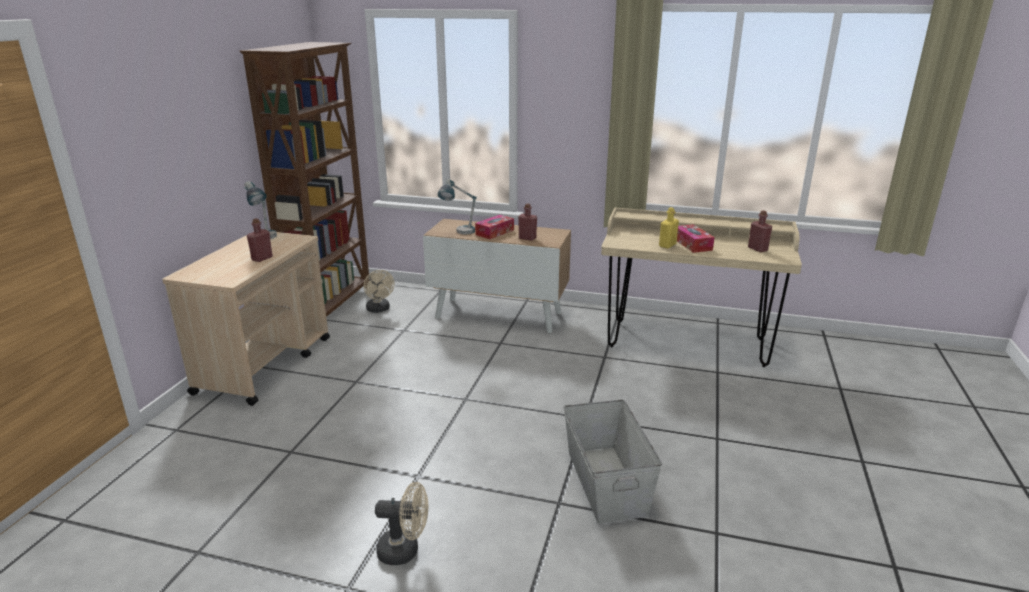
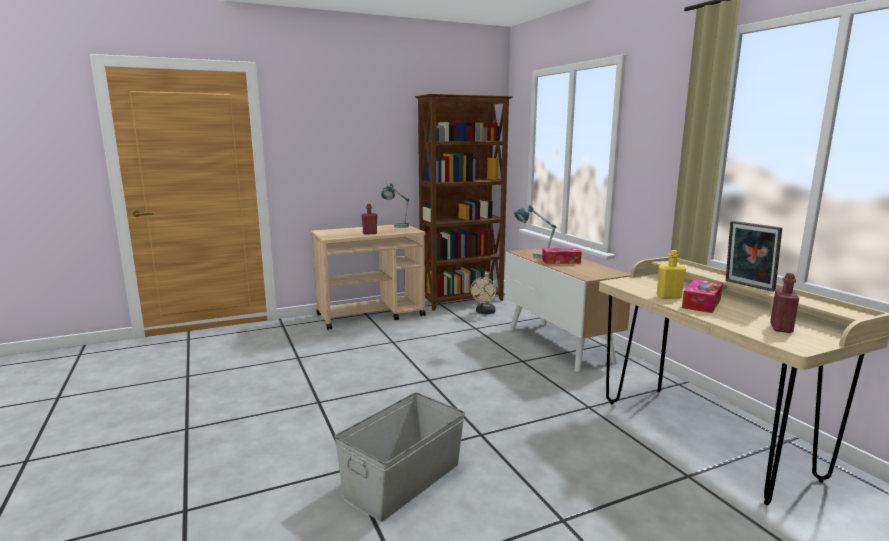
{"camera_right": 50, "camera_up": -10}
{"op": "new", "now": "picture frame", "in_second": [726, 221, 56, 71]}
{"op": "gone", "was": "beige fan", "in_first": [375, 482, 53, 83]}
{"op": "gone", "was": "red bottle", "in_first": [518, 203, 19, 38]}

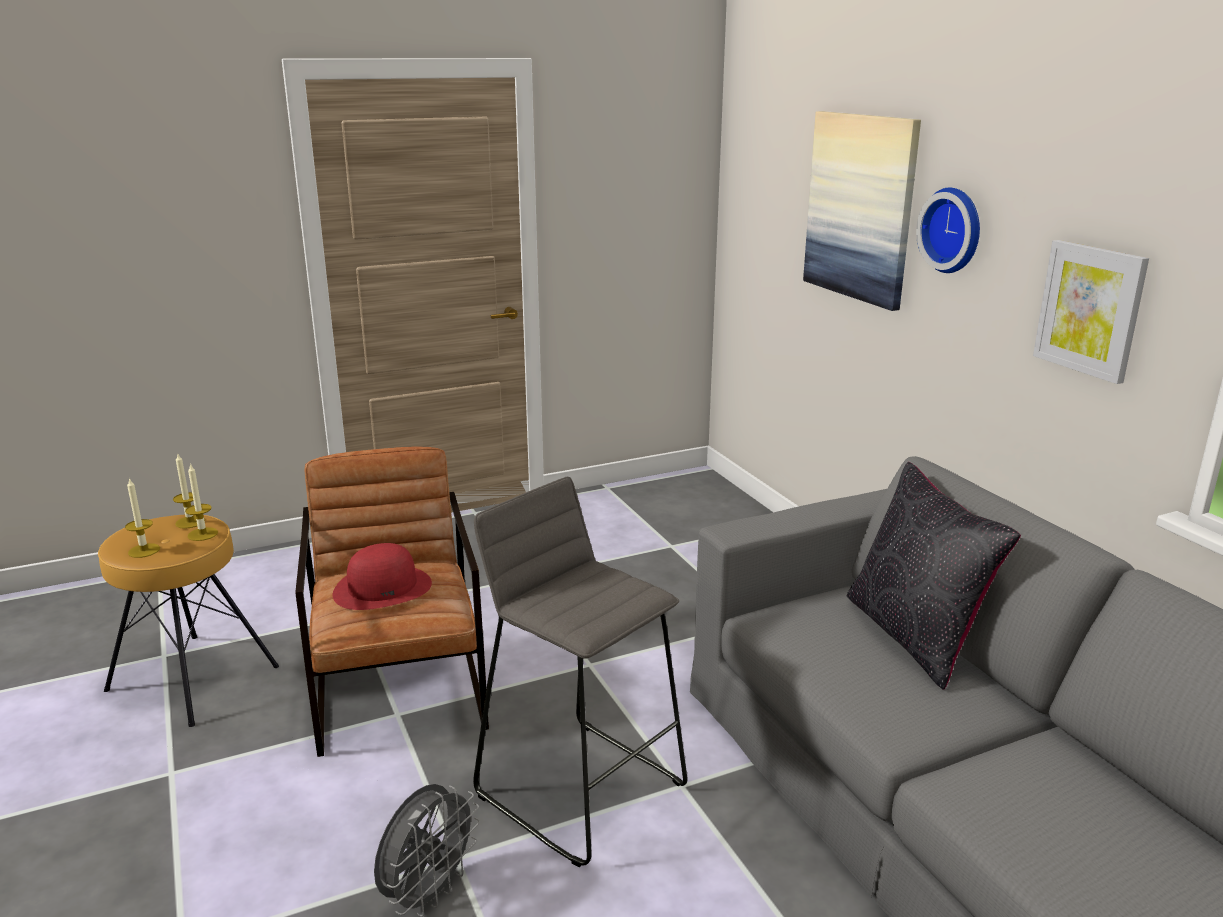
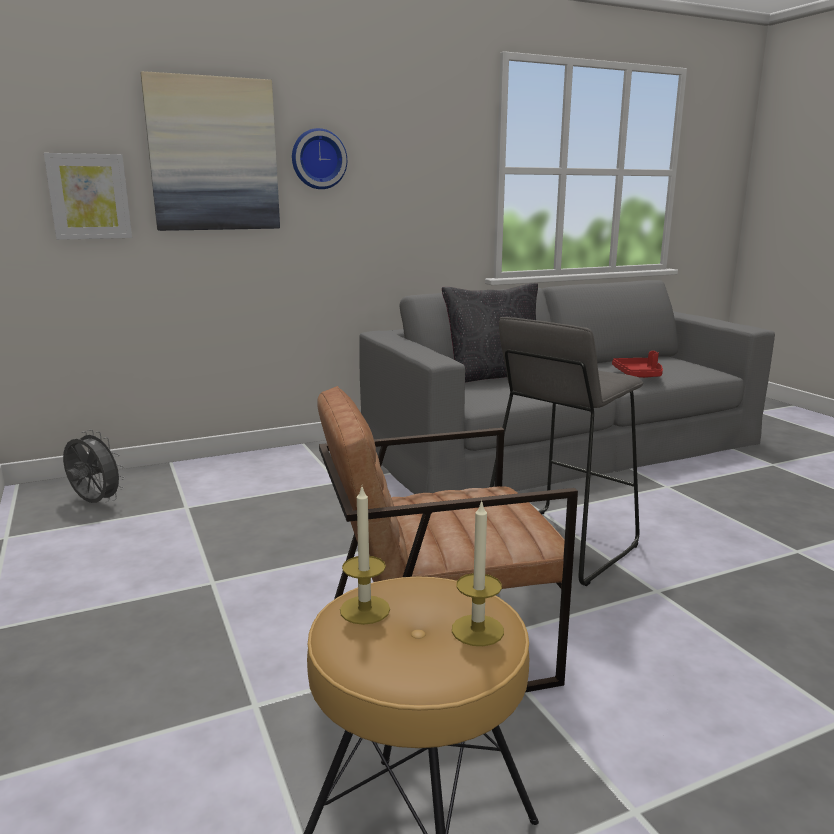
{"camera_right": -90, "camera_up": -5}
{"op": "shifted", "was": "picture", "in_first": [1033, 240, 116, 144], "in_second": [44, 153, 88, 87]}
{"op": "shifted", "was": "grey fan", "in_first": [374, 784, 106, 133], "in_second": [63, 429, 62, 74]}
{"op": "new", "now": "red tray", "in_second": [612, 351, 51, 27]}
{"op": "gone", "was": "candle", "in_first": [185, 463, 33, 78]}
{"op": "gone", "was": "red hat", "in_first": [333, 543, 99, 67]}

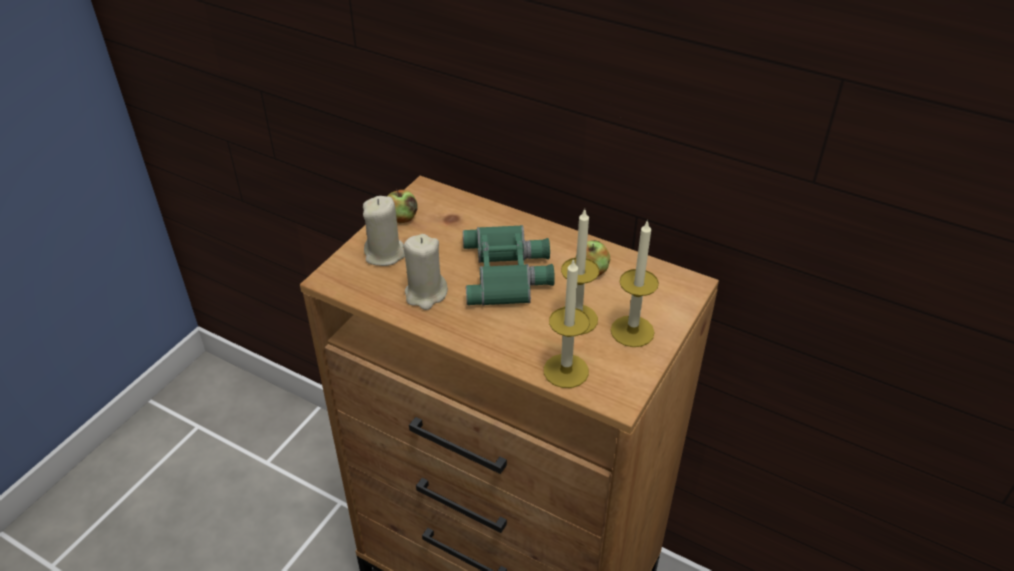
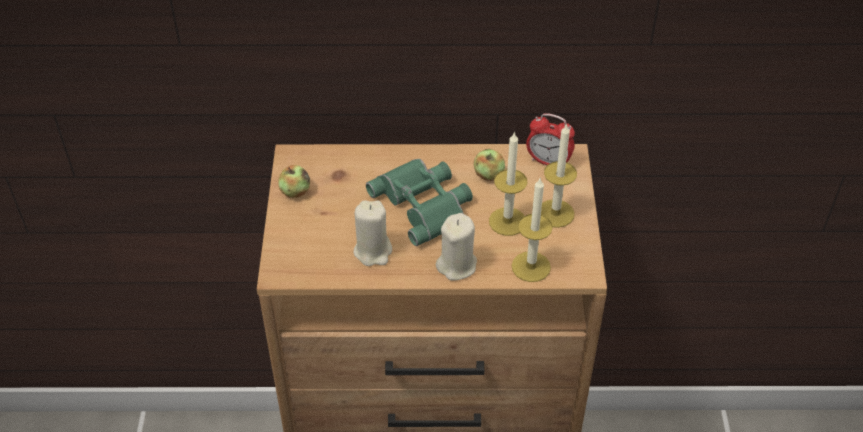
{"camera_right": -30, "camera_up": 5}
{"op": "shifted", "was": "beige candle", "in_first": [363, 196, 42, 70], "in_second": [436, 213, 41, 68]}
{"op": "new", "now": "alarm clock", "in_second": [526, 113, 49, 52]}

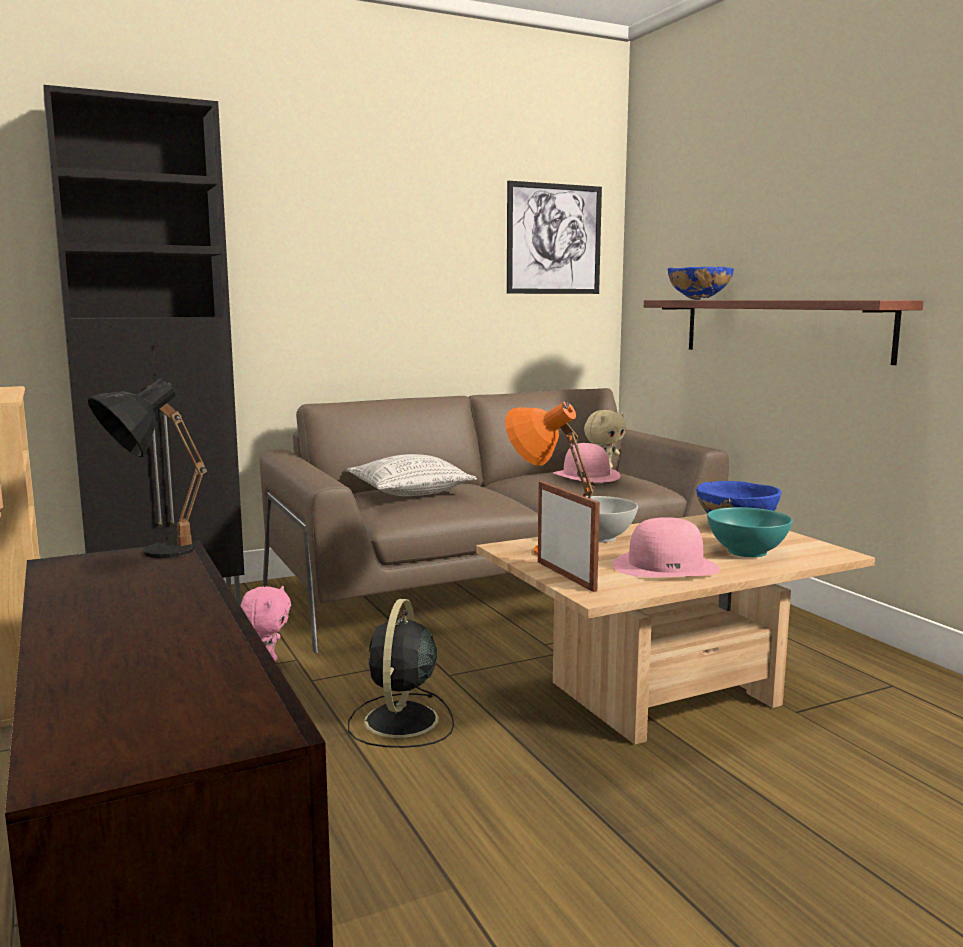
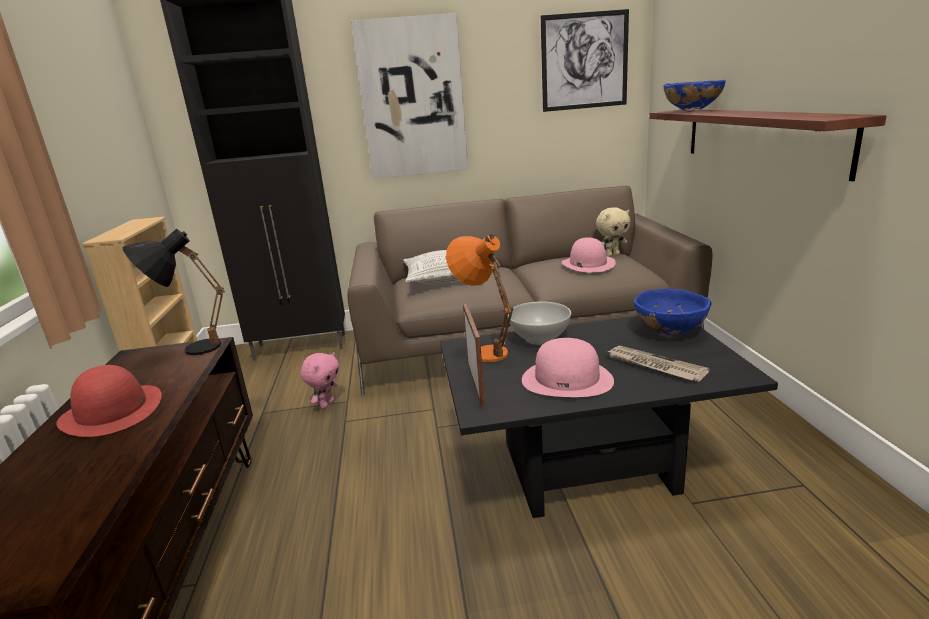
{"camera_right": 20, "camera_up": 10}
{"op": "new", "now": "red hat", "in_second": [56, 365, 106, 72]}
{"op": "new", "now": "picture", "in_second": [351, 13, 117, 166]}
{"op": "repainted", "was": "beige coffee table", "now": "black coffee table", "in_first": [476, 514, 399, 231], "in_second": [440, 312, 338, 206]}
{"op": "swapped", "was": "turquoise bowl", "now": "newspaper", "in_first": [707, 507, 86, 50], "in_second": [607, 346, 102, 36]}
{"op": "gone", "was": "black fan", "in_first": [348, 599, 106, 149]}

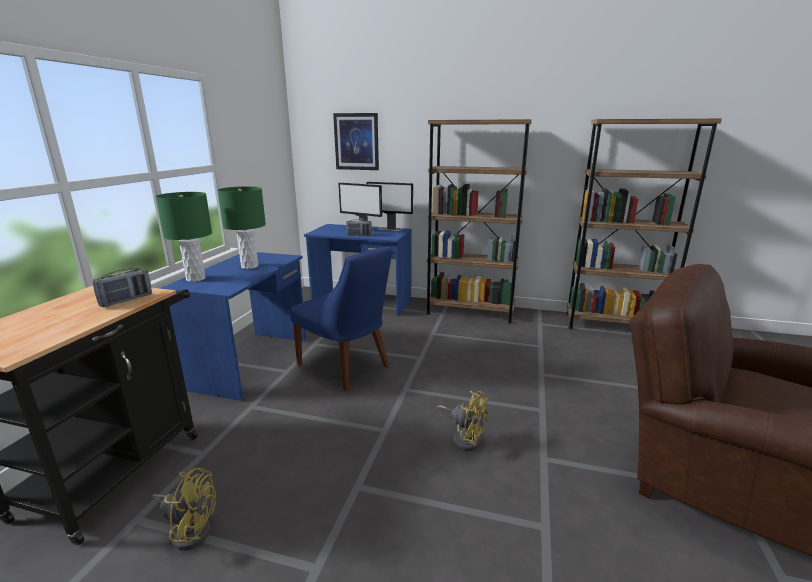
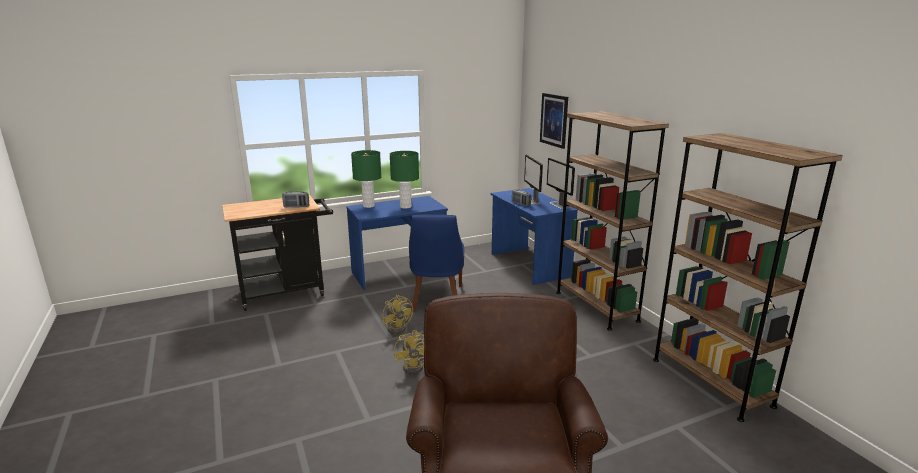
{"camera_right": 50, "camera_up": 0}
{"op": "shifted", "was": "yellow fan", "in_first": [152, 468, 64, 83], "in_second": [383, 295, 30, 39]}

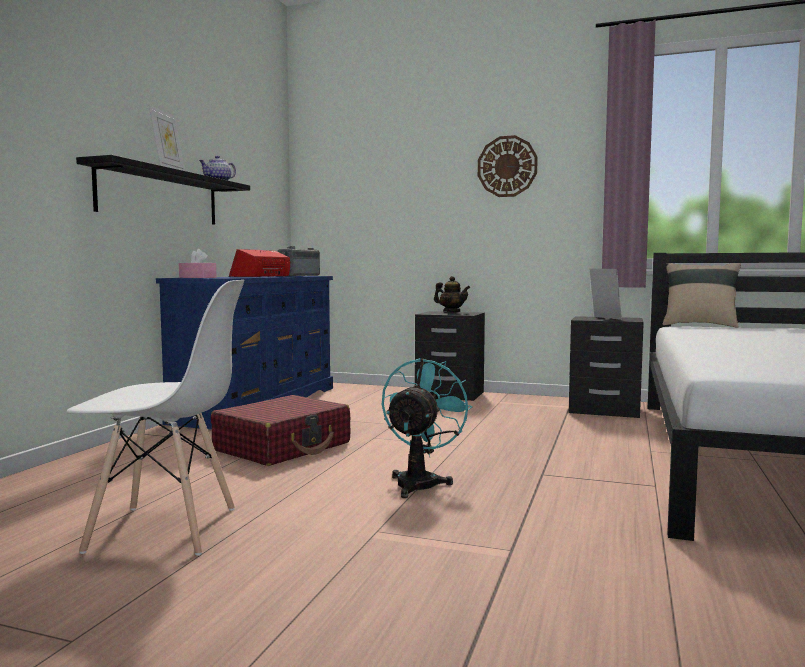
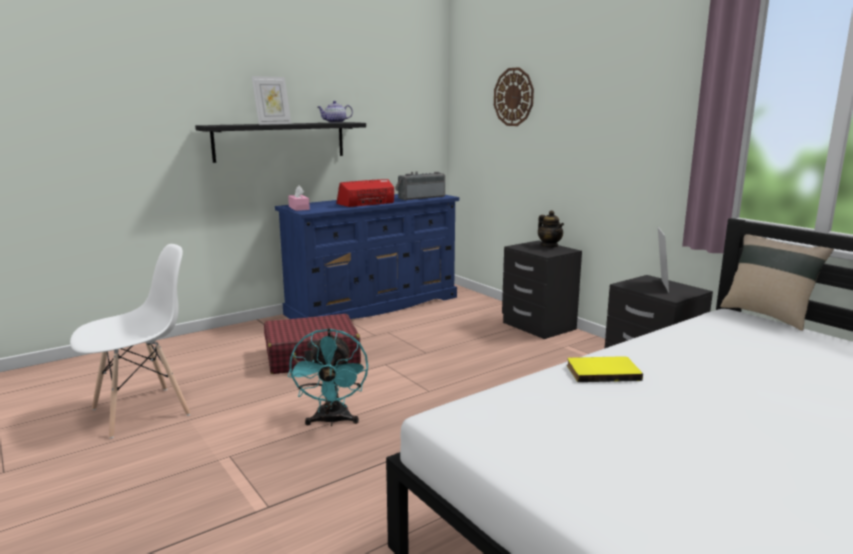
{"camera_right": 35, "camera_up": 10}
{"op": "rotated", "was": "white chair", "in_first": [66, 280, 178, 276], "in_second": [70, 244, 120, 195], "clockwise": -75}
{"op": "rotated", "was": "turquoise fan", "in_first": [382, 358, 90, 140], "in_second": [288, 328, 80, 98], "clockwise": 120}
{"op": "shifted", "was": "wall clock", "in_first": [478, 135, 60, 62], "in_second": [494, 67, 40, 59]}
{"op": "new", "now": "yellow book", "in_second": [567, 356, 76, 26]}

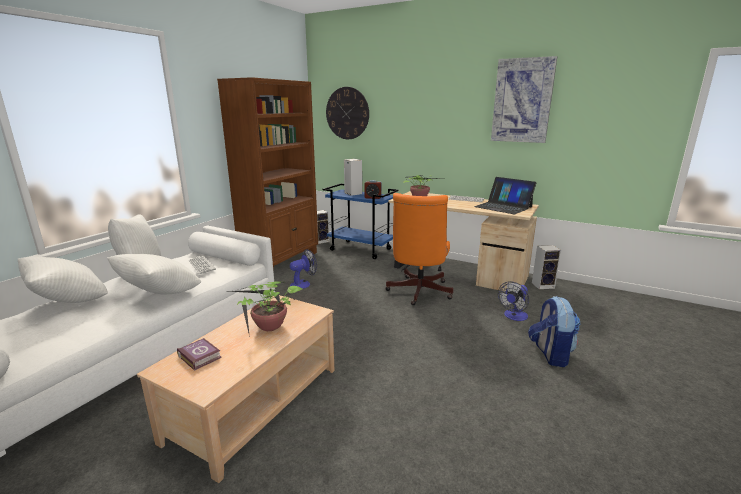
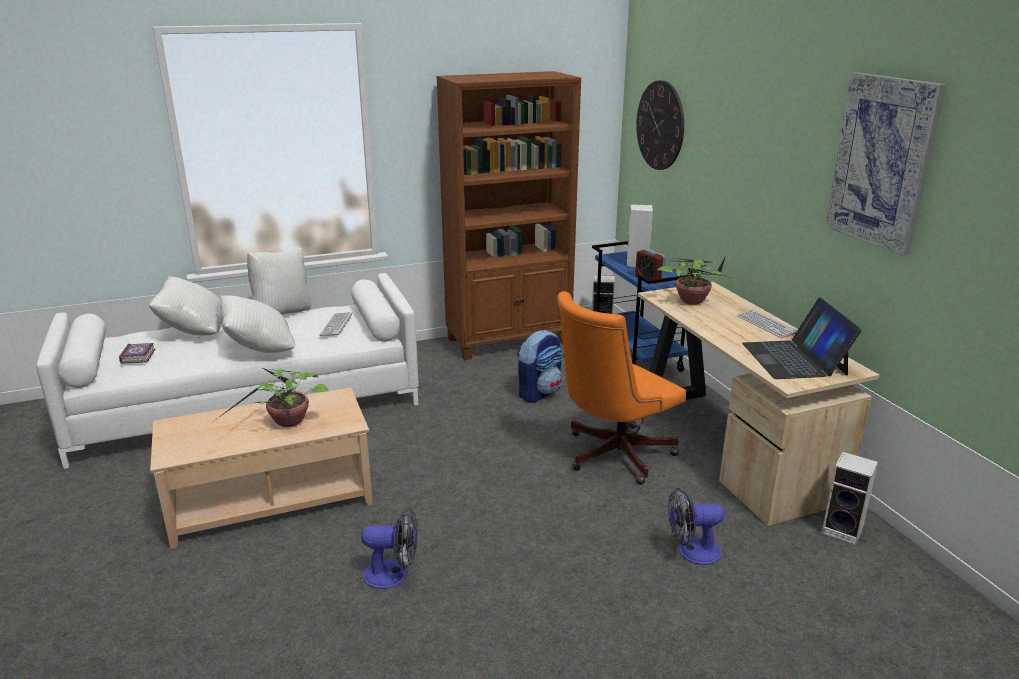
{"camera_right": 40, "camera_up": 5}
{"op": "shifted", "was": "book", "in_first": [177, 338, 45, 33], "in_second": [119, 343, 36, 21]}
{"op": "shifted", "was": "fan", "in_first": [290, 249, 27, 40], "in_second": [361, 508, 57, 81]}
{"op": "shifted", "was": "backpack", "in_first": [528, 296, 53, 71], "in_second": [517, 330, 46, 72]}

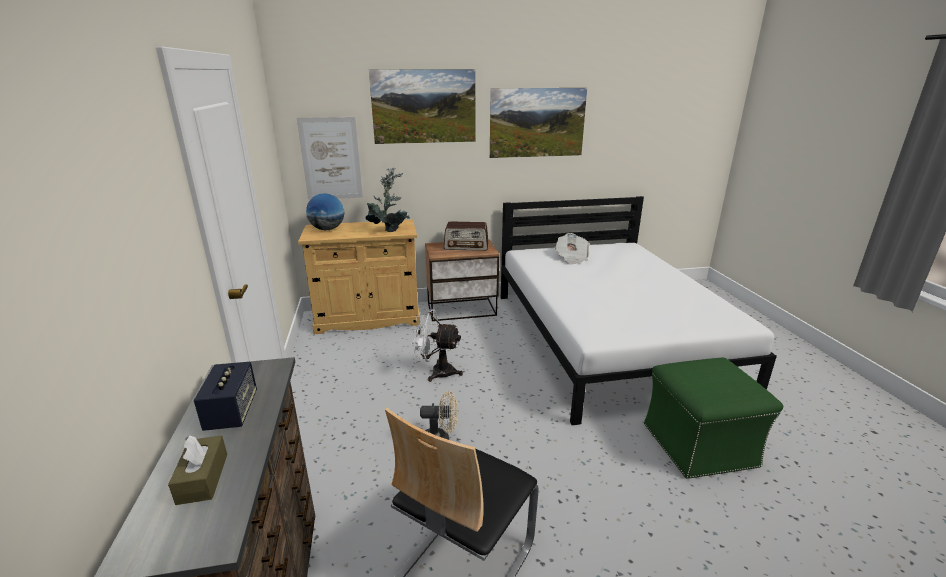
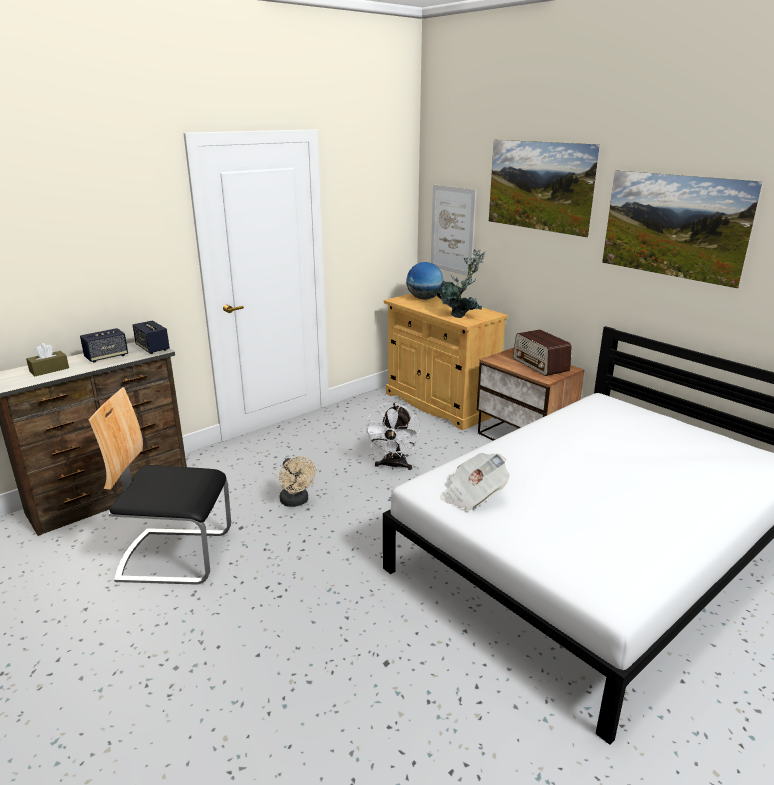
{"camera_right": 60, "camera_up": 0}
{"op": "new", "now": "speaker", "in_second": [133, 320, 37, 34]}
{"op": "rotated", "was": "white fan", "in_first": [411, 309, 52, 73], "in_second": [364, 403, 57, 67], "clockwise": -150}
{"op": "shifted", "was": "newspaper", "in_first": [555, 233, 35, 31], "in_second": [440, 453, 70, 58]}
{"op": "gone", "was": "green ottoman", "in_first": [644, 357, 139, 122]}

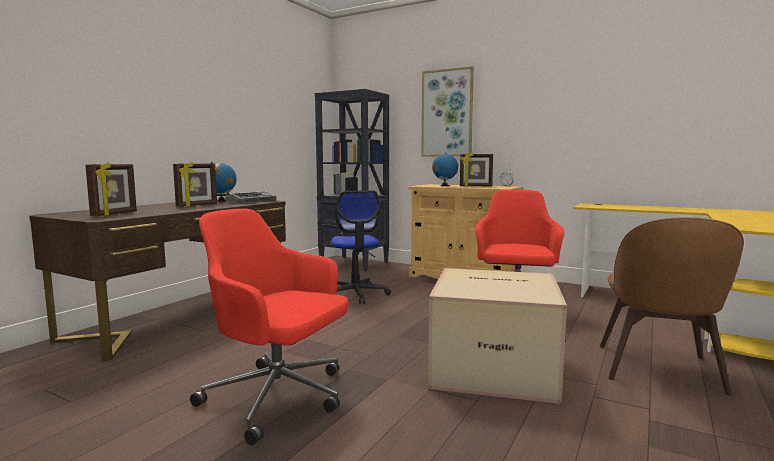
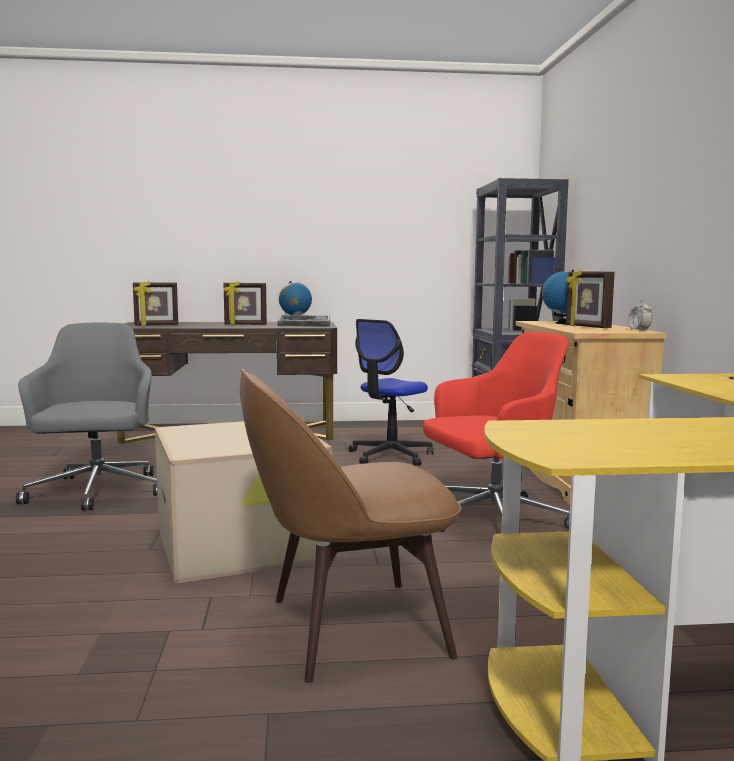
{"camera_right": 55, "camera_up": 0}
{"op": "repainted", "was": "red office chair", "now": "grey office chair", "in_first": [190, 209, 159, 236], "in_second": [16, 322, 141, 189]}
{"op": "gone", "was": "picture", "in_first": [421, 66, 53, 90]}

